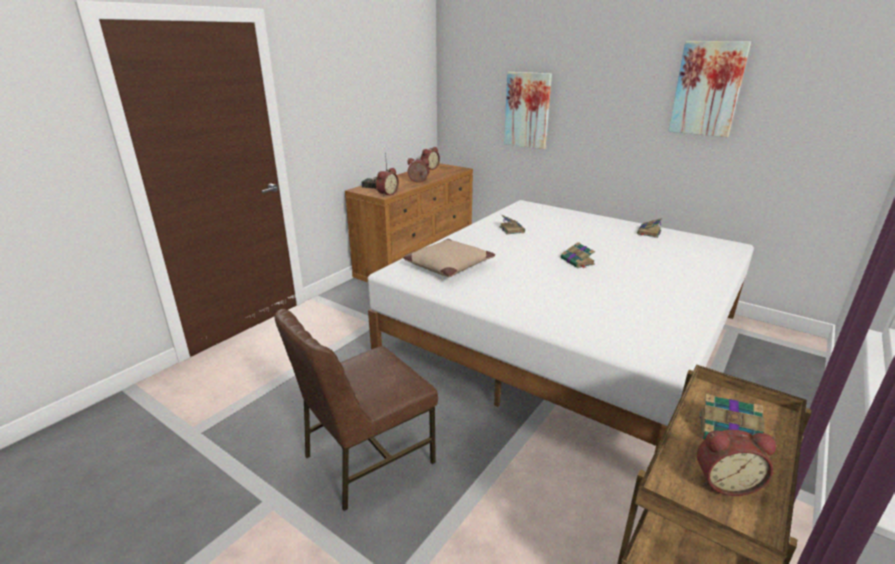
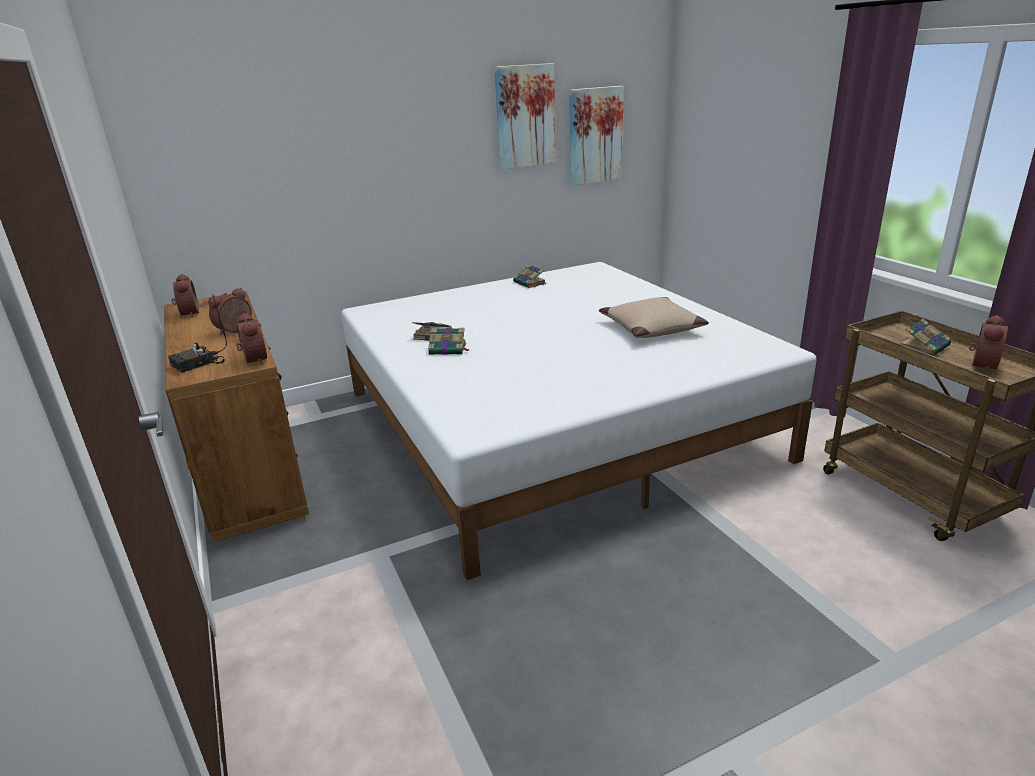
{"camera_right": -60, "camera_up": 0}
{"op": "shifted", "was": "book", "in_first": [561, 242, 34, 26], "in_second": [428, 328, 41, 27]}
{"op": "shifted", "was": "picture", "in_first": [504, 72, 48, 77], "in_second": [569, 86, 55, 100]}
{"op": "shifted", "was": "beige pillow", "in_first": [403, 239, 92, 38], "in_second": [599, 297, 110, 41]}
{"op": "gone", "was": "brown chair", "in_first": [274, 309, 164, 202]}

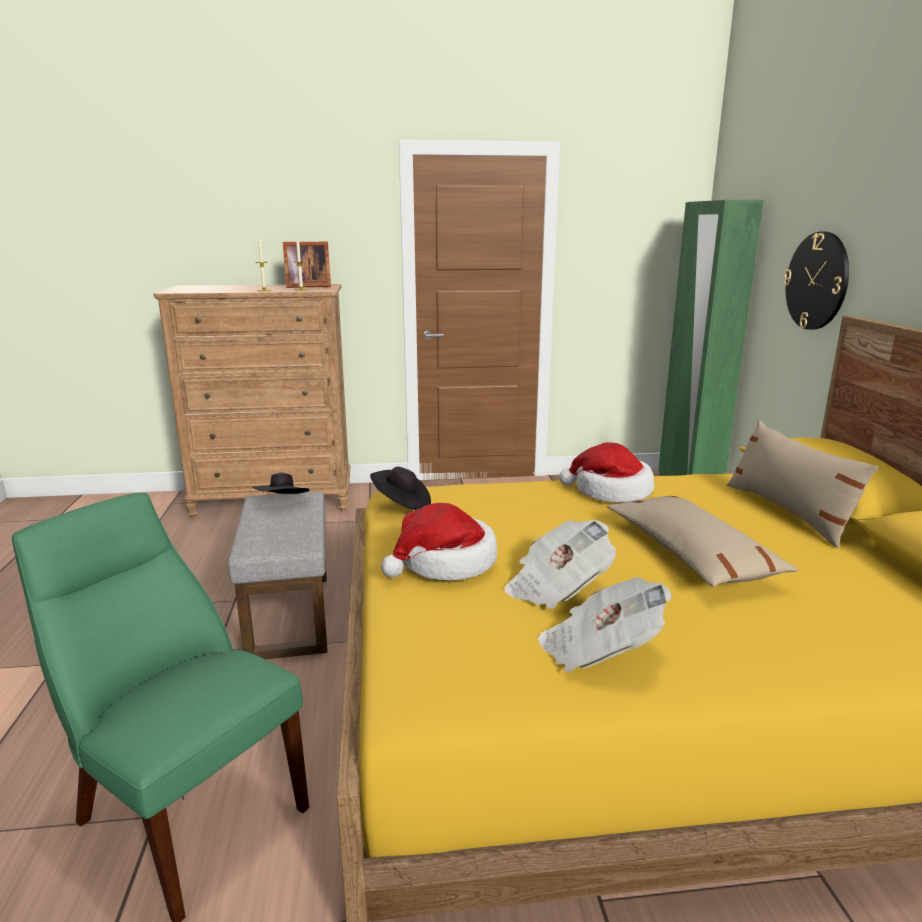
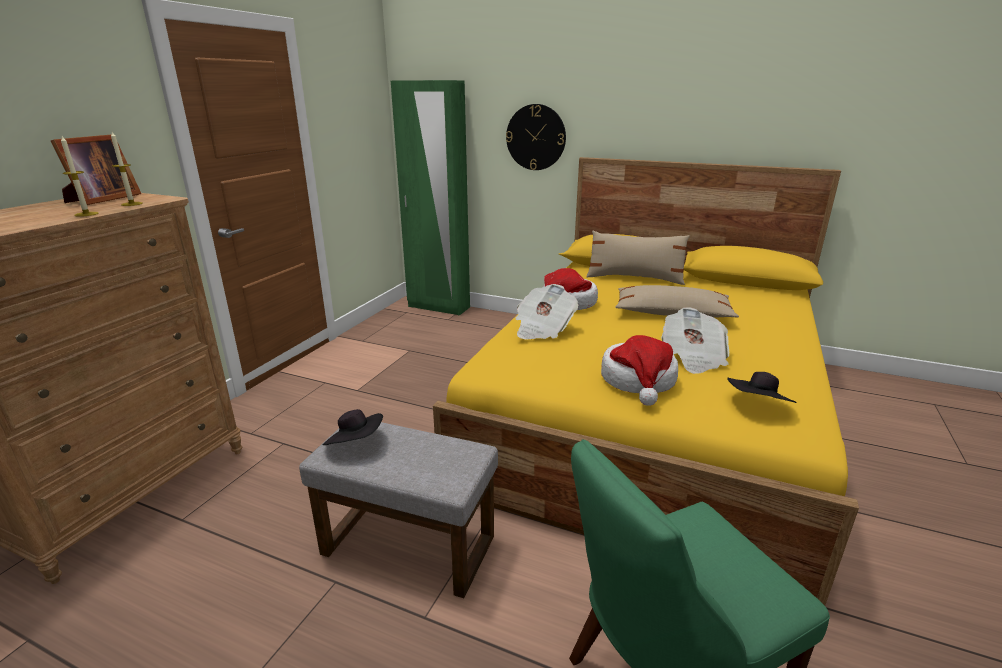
{"camera_right": -60, "camera_up": 5}
{"op": "shifted", "was": "newspaper", "in_first": [538, 577, 134, 96], "in_second": [515, 284, 63, 55]}
{"op": "shifted", "was": "black hat", "in_first": [370, 467, 61, 43], "in_second": [727, 372, 70, 31]}

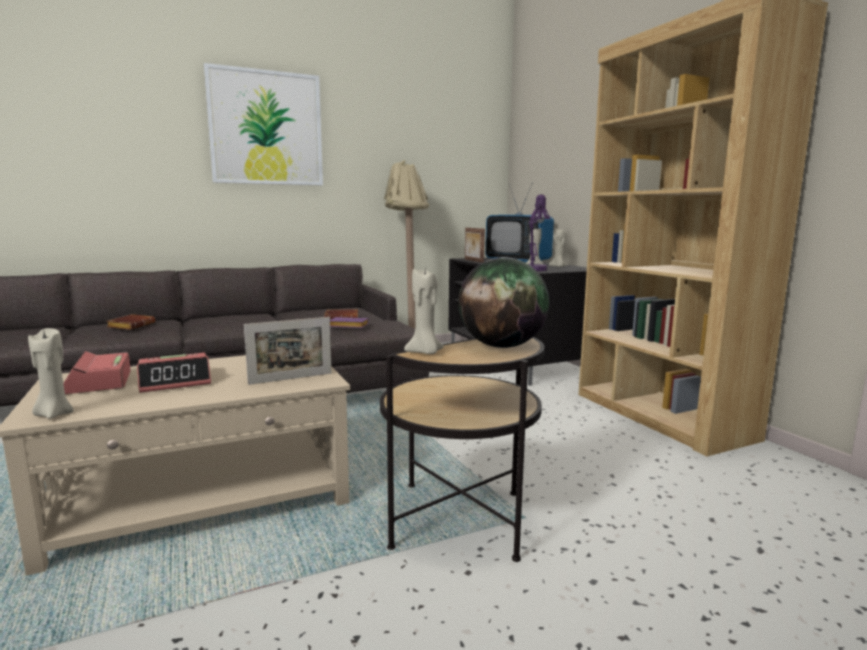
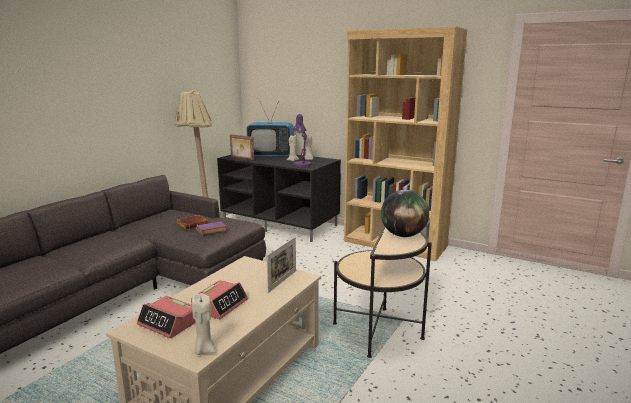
{"camera_right": -35, "camera_up": 5}
{"op": "gone", "was": "brown book", "in_first": [106, 314, 49, 16]}
{"op": "gone", "was": "picture", "in_first": [204, 63, 119, 122]}
{"op": "gone", "was": "beige candle", "in_first": [404, 269, 39, 85]}

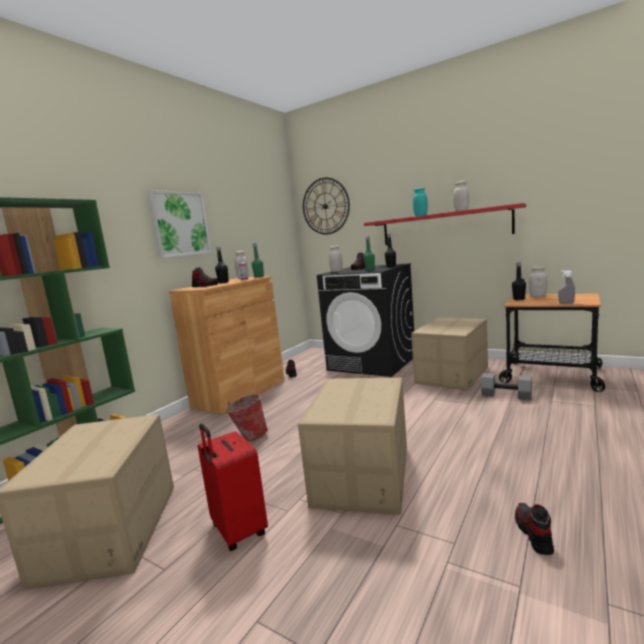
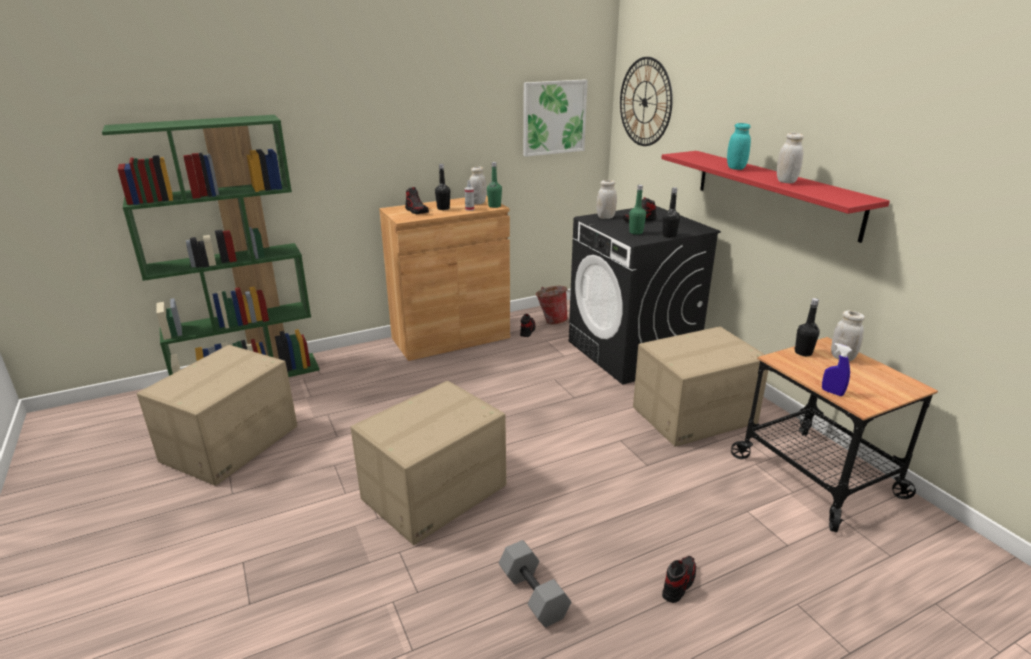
{"camera_right": 30, "camera_up": 15}
{"op": "shifted", "was": "grey dumbbell", "in_first": [481, 373, 51, 27], "in_second": [499, 540, 73, 87]}
{"op": "shifted", "was": "picture", "in_first": [147, 190, 65, 68], "in_second": [523, 79, 65, 78]}
{"op": "shifted", "was": "bucket", "in_first": [225, 394, 43, 48], "in_second": [536, 286, 33, 38]}
{"op": "shifted", "was": "shoe", "in_first": [515, 503, 39, 52], "in_second": [662, 556, 34, 47]}
{"op": "repainted", "was": "grey spray bottle", "now": "blue spray bottle", "in_first": [558, 270, 17, 34], "in_second": [822, 343, 30, 53]}
{"op": "gone", "was": "red suitcase", "in_first": [198, 423, 70, 128]}

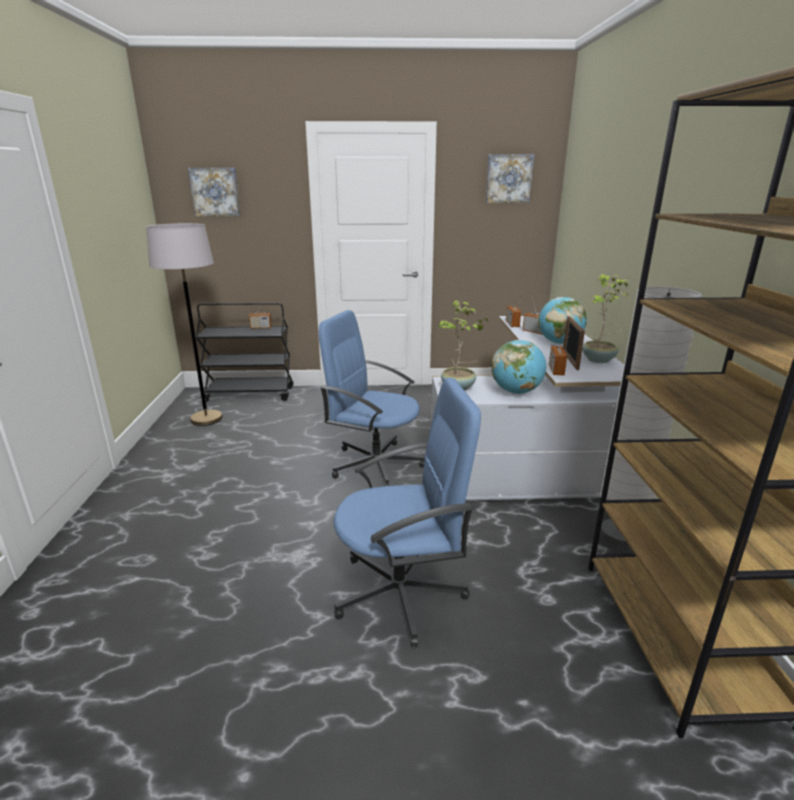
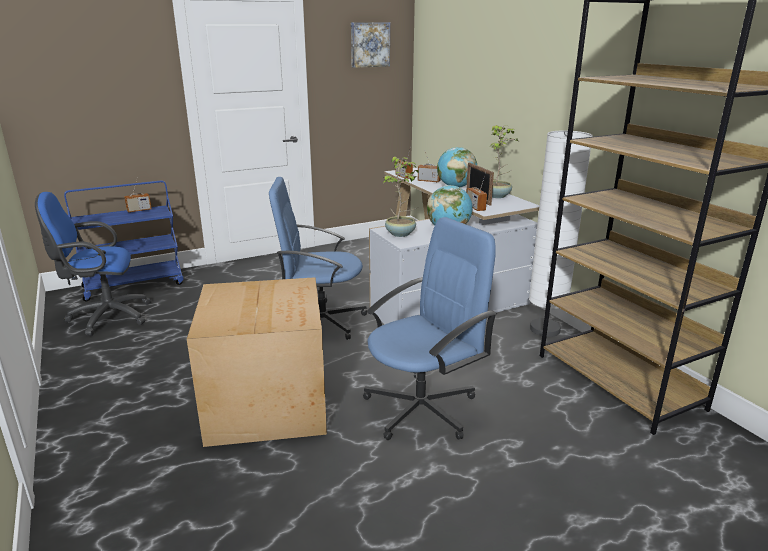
{"camera_right": -25, "camera_up": 0}
{"op": "swapped", "was": "grey floor lamp", "now": "blue office chair", "in_first": [146, 223, 76, 203], "in_second": [35, 192, 116, 144]}
{"op": "repainted", "was": "black cart", "now": "blue cart", "in_first": [196, 303, 97, 99], "in_second": [64, 181, 119, 120]}
{"op": "new", "now": "cardboard box", "in_second": [187, 277, 140, 170]}
{"op": "gone", "was": "picture", "in_first": [188, 168, 53, 48]}

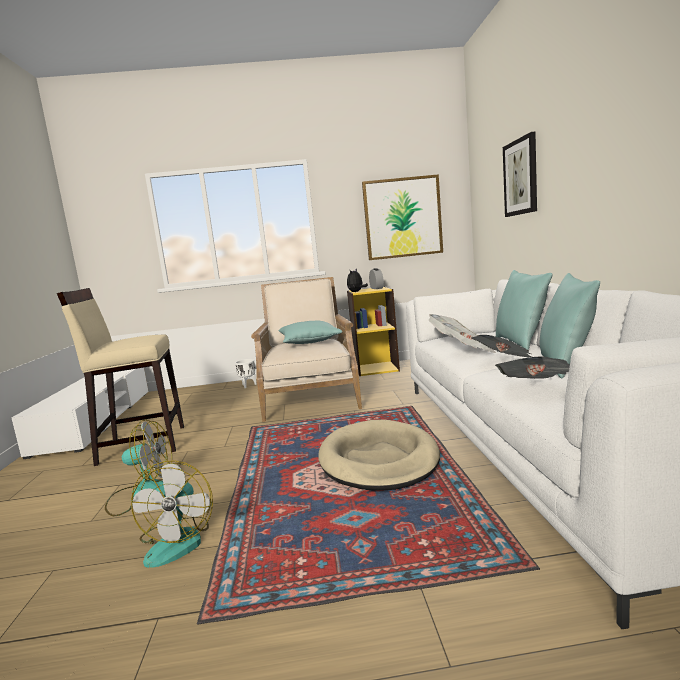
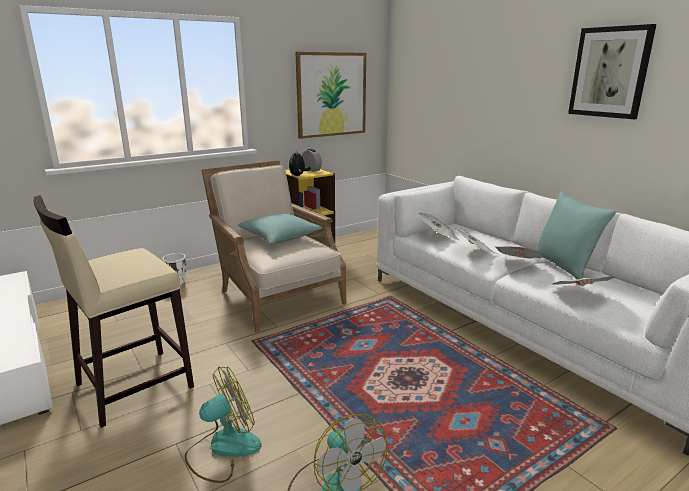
{"camera_right": -30, "camera_up": 10}
{"op": "shifted", "was": "picture", "in_first": [503, 132, 34, 85], "in_second": [568, 24, 89, 95]}
{"op": "gone", "was": "beige dog bed", "in_first": [319, 420, 121, 70]}
{"op": "gone", "was": "turquoise pillow", "in_first": [496, 270, 57, 80]}

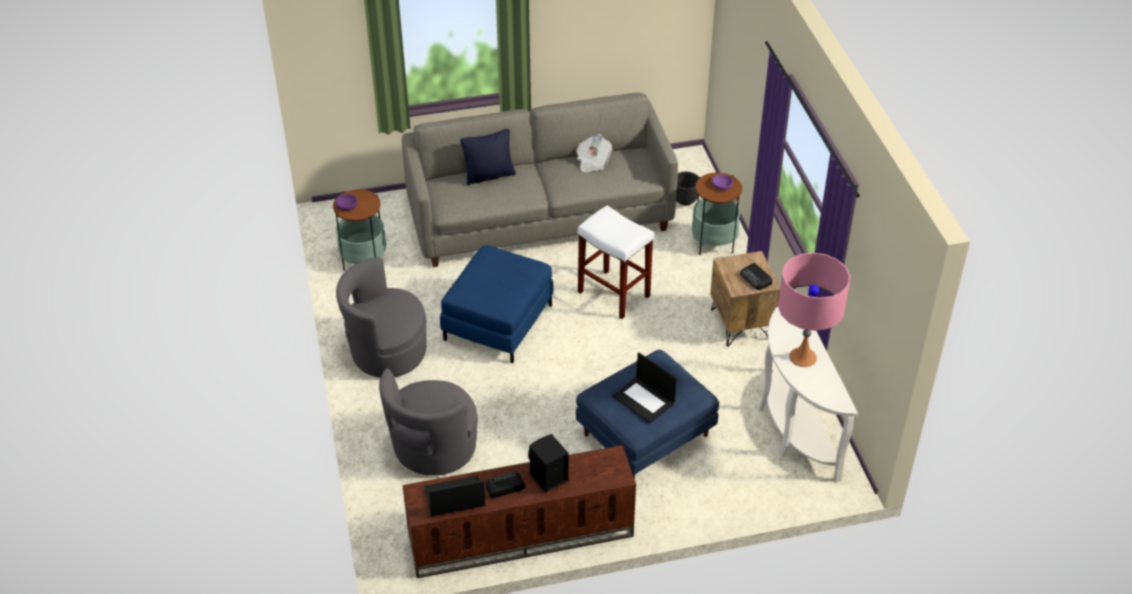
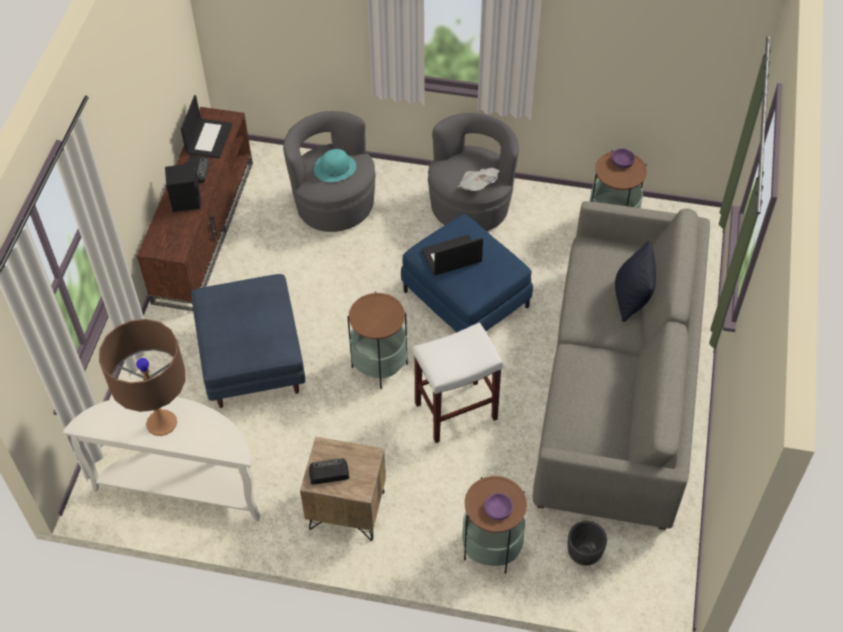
{"camera_right": 115, "camera_up": 10}
{"op": "repainted", "was": "pink table lamp", "now": "brown table lamp", "in_first": [778, 253, 72, 114], "in_second": [99, 319, 86, 117]}
{"op": "new", "now": "turquoise hat", "in_second": [314, 149, 42, 33]}
{"op": "new", "now": "side table", "in_second": [347, 292, 61, 97]}
{"op": "shifted", "was": "laptop", "in_first": [613, 353, 64, 70], "in_second": [422, 235, 61, 40]}
{"op": "shifted", "was": "newspaper", "in_first": [576, 134, 36, 38], "in_second": [458, 168, 41, 23]}

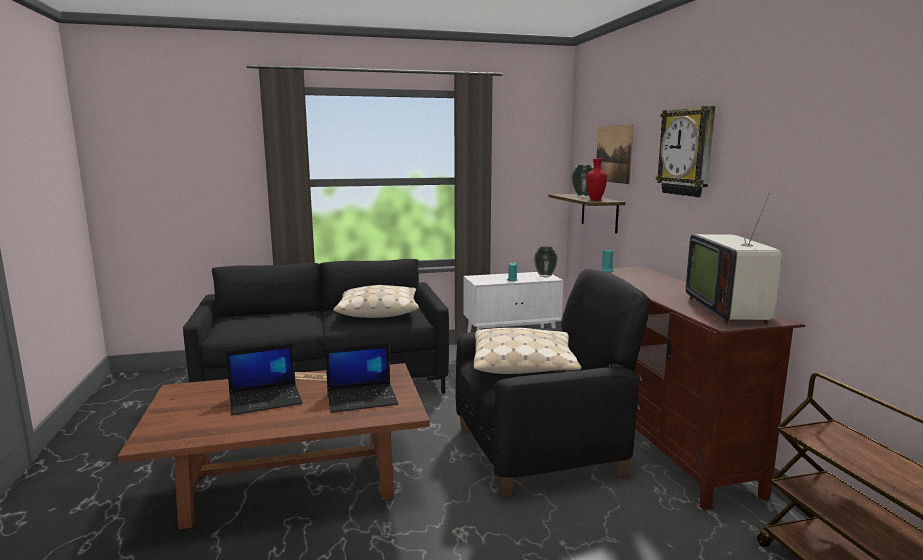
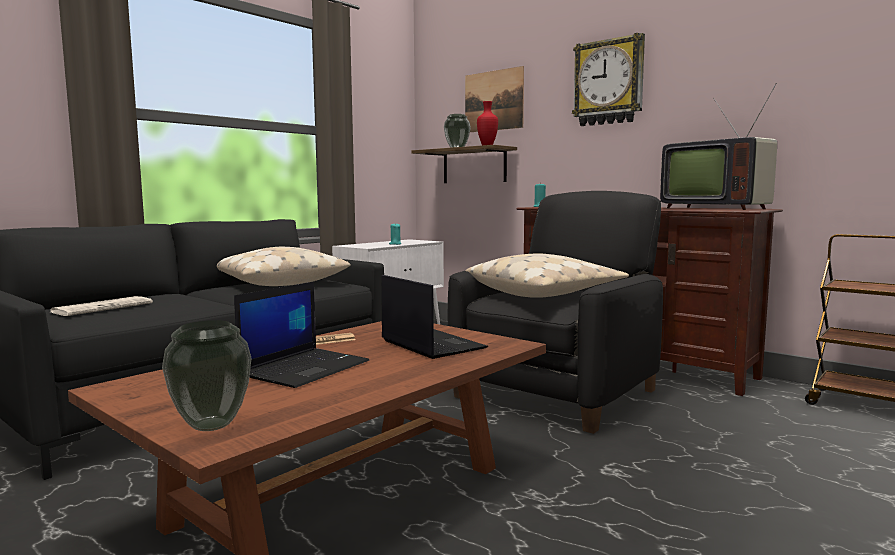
{"camera_right": -35, "camera_up": -5}
{"op": "new", "now": "newspaper", "in_second": [50, 296, 103, 20]}
{"op": "shifted", "was": "vase", "in_first": [534, 246, 24, 31], "in_second": [162, 320, 90, 111]}
{"op": "rotated", "was": "laptop", "in_first": [325, 343, 73, 70], "in_second": [381, 275, 107, 84], "clockwise": -75}

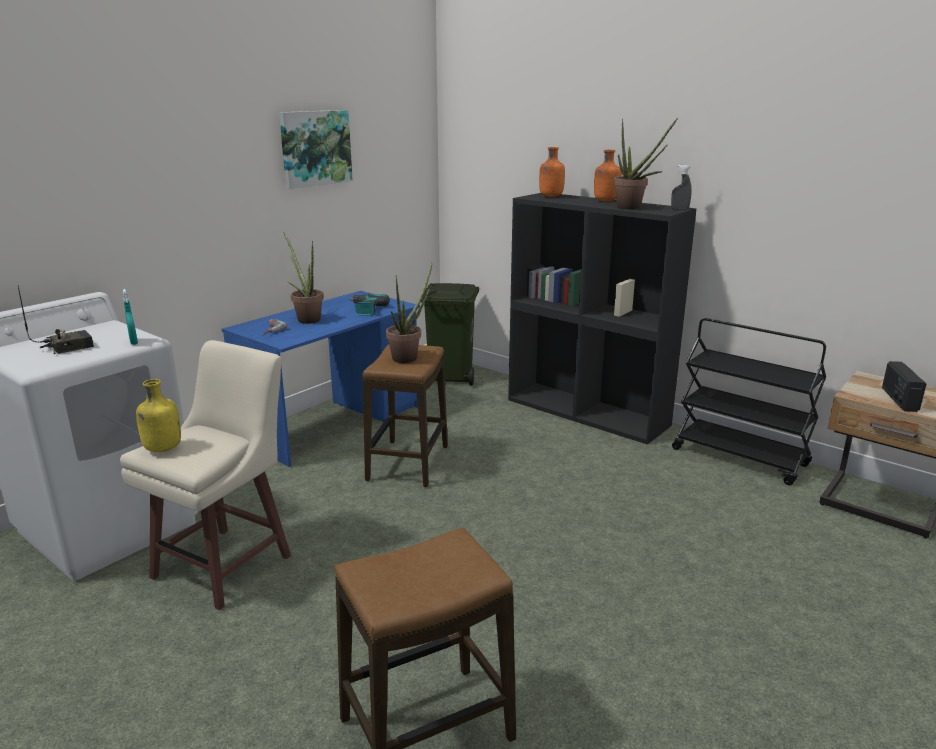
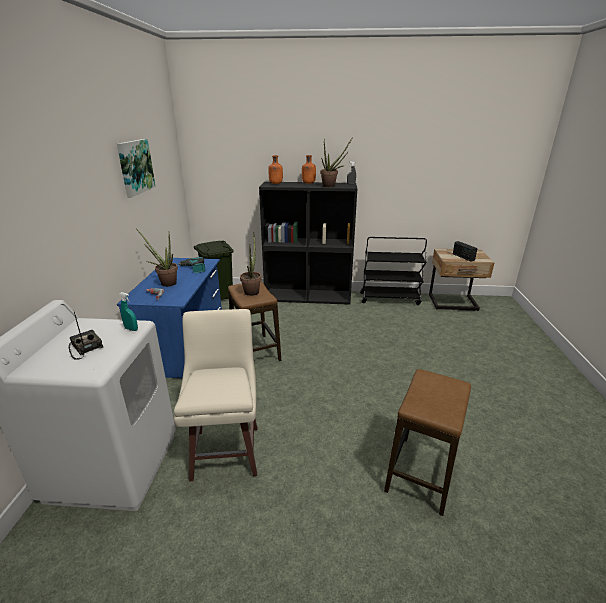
{"camera_right": -35, "camera_up": 5}
{"op": "rotated", "was": "radio", "in_first": [18, 285, 76, 69], "in_second": [69, 312, 34, 48], "clockwise": -60}
{"op": "gone", "was": "yellow bottle", "in_first": [136, 379, 45, 73]}

